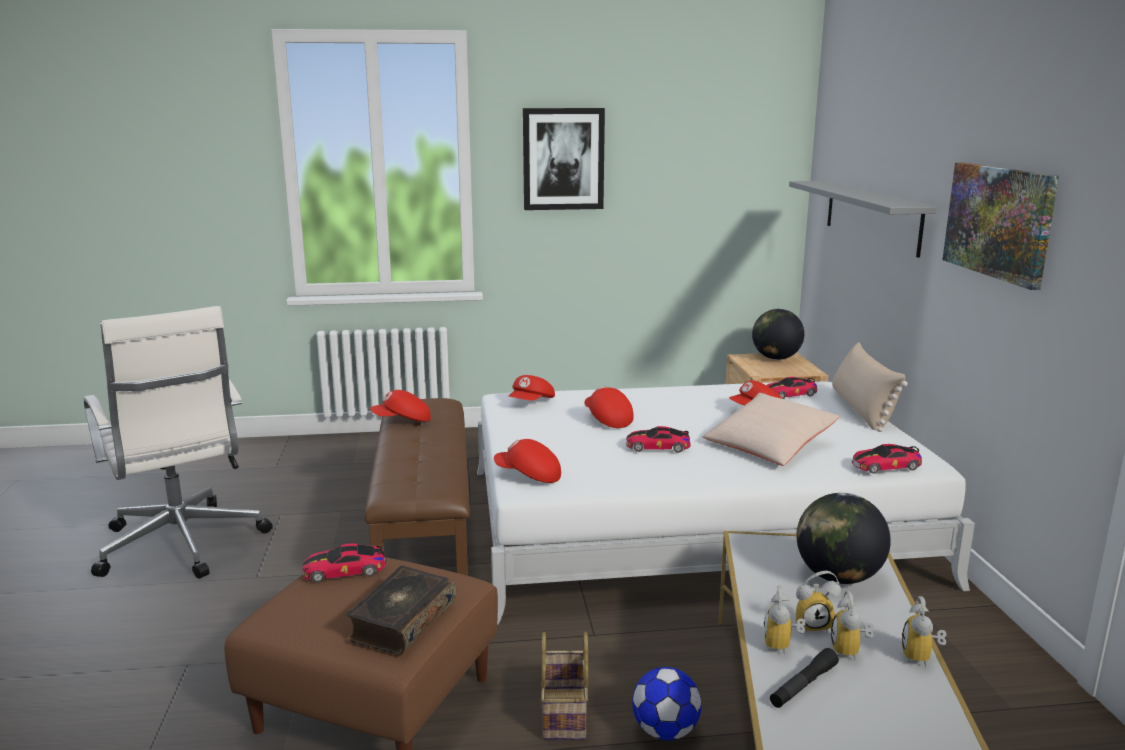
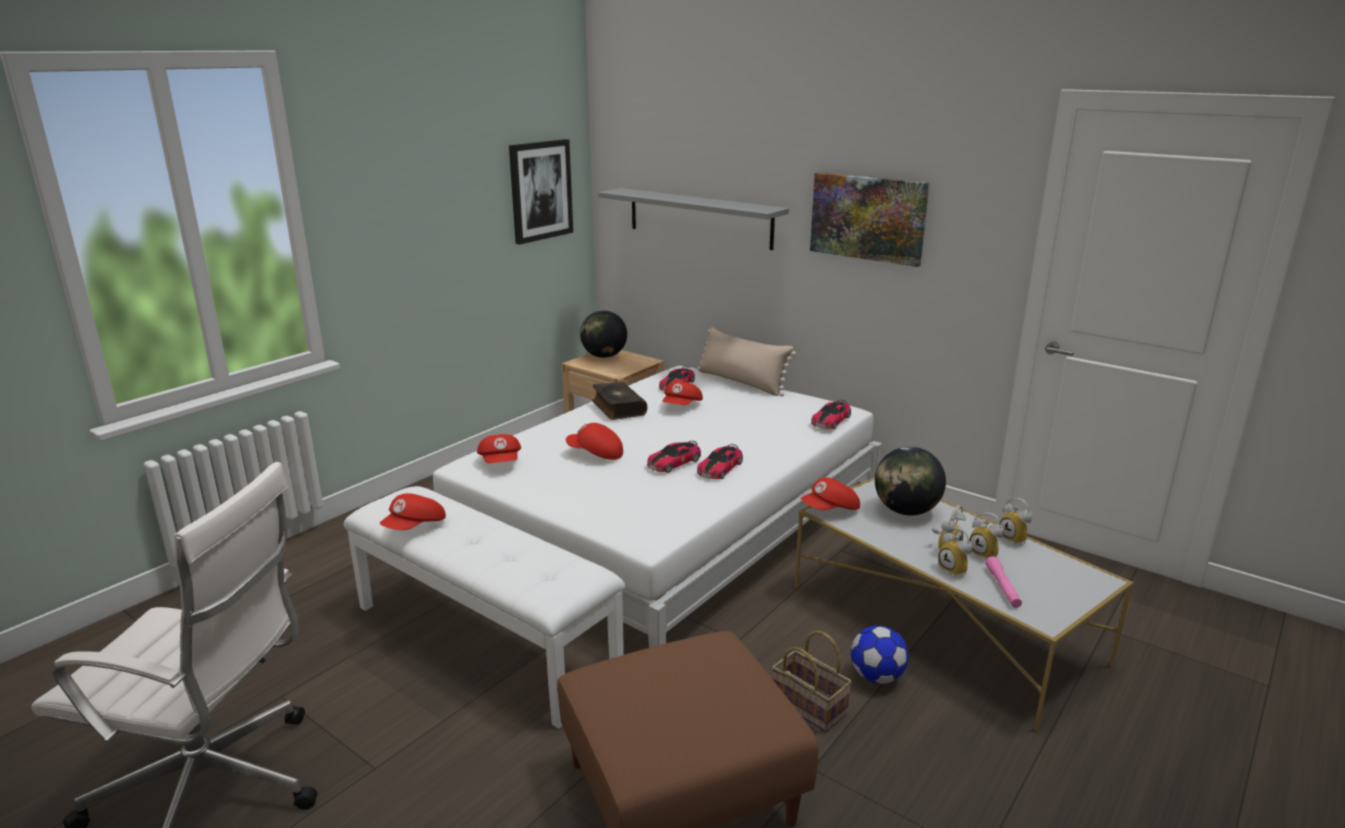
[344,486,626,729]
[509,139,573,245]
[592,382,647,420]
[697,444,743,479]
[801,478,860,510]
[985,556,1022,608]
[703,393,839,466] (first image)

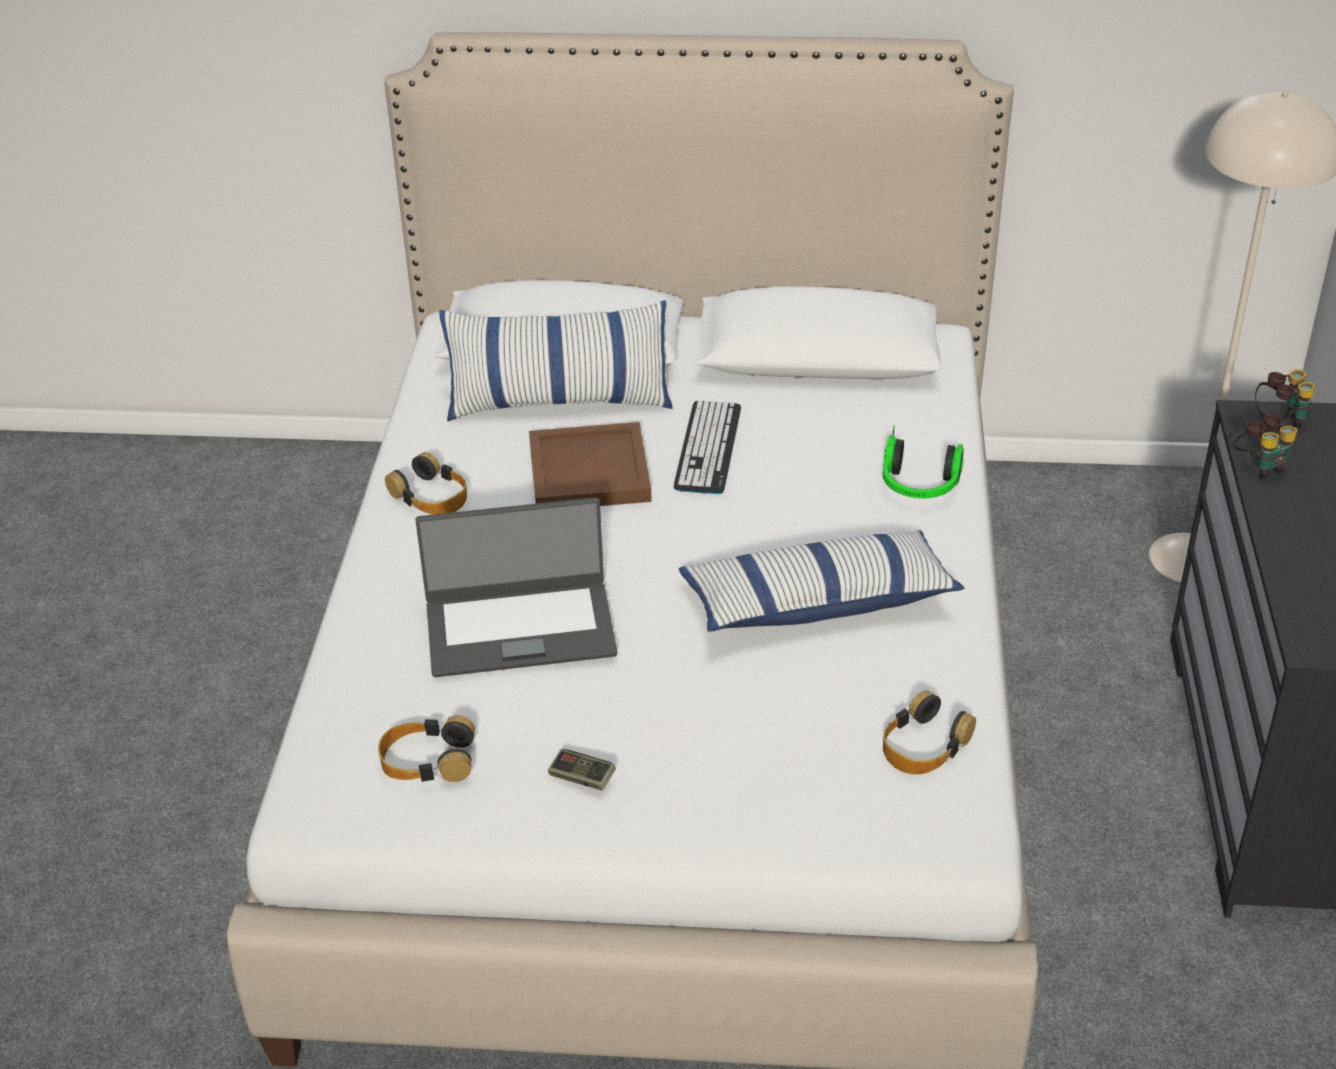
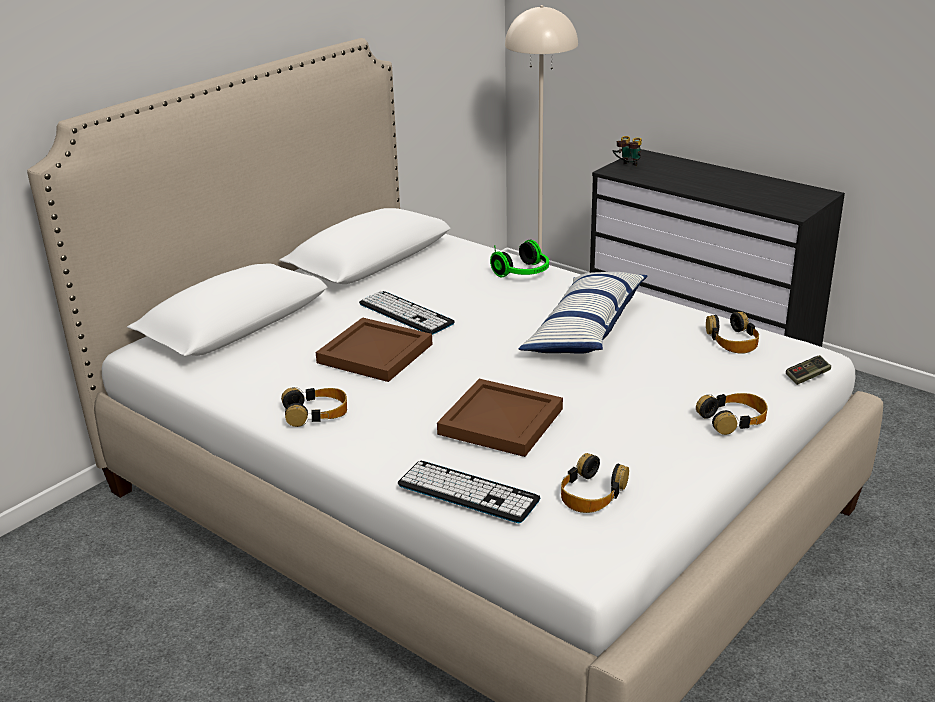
[398,461,540,523]
[437,379,563,457]
[696,393,768,435]
[786,355,831,385]
[439,300,672,421] (first image)
[1233,414,1297,480] (first image)

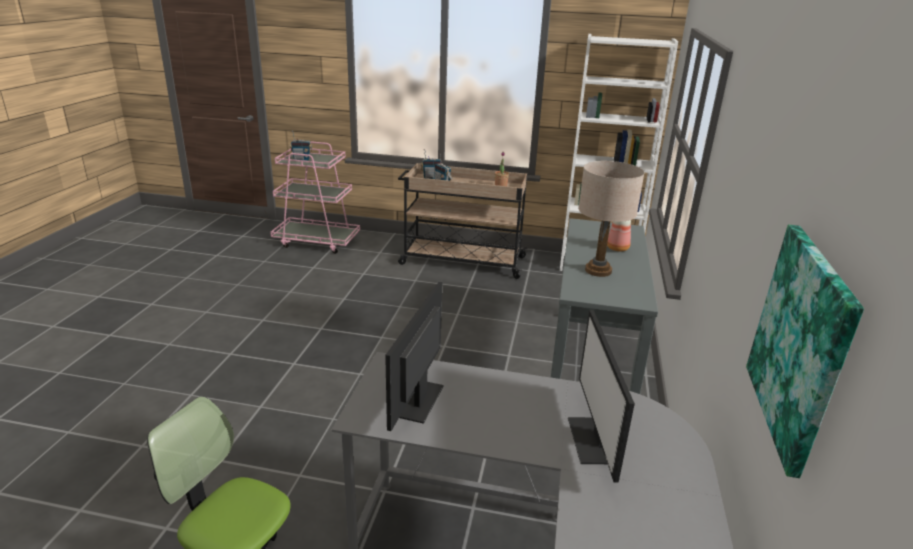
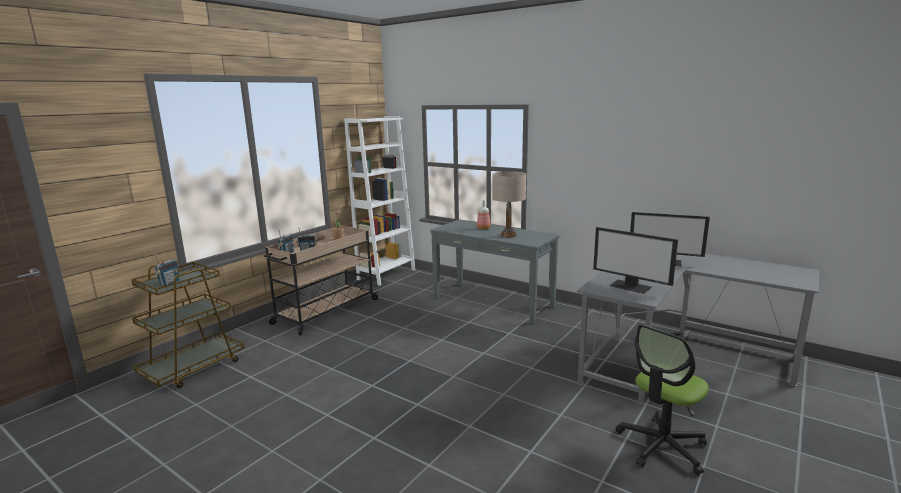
[131,262,244,388]
[746,225,864,478] (first image)

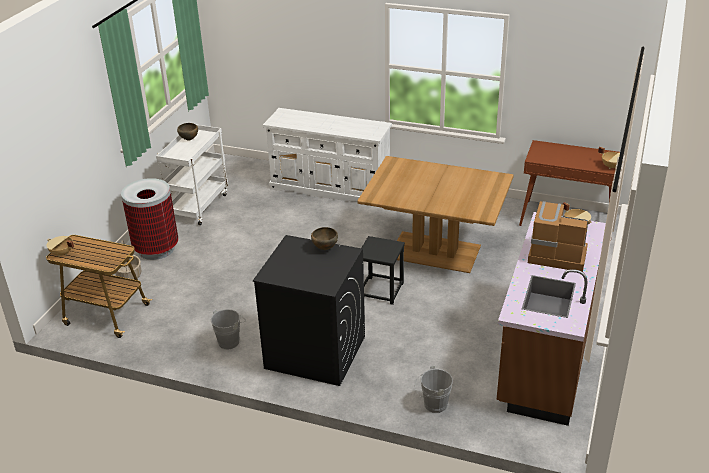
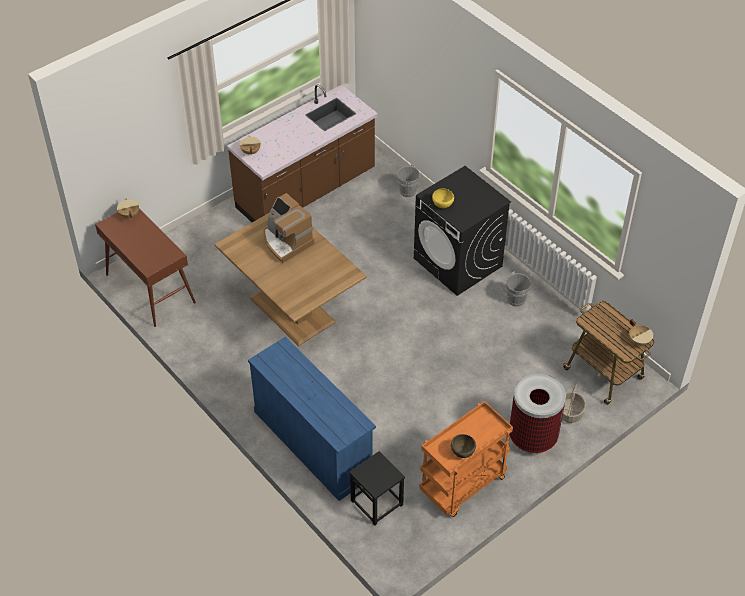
[248,337,376,501]
[263,193,314,263]
[349,451,405,526]
[419,401,513,517]
[432,188,454,208]

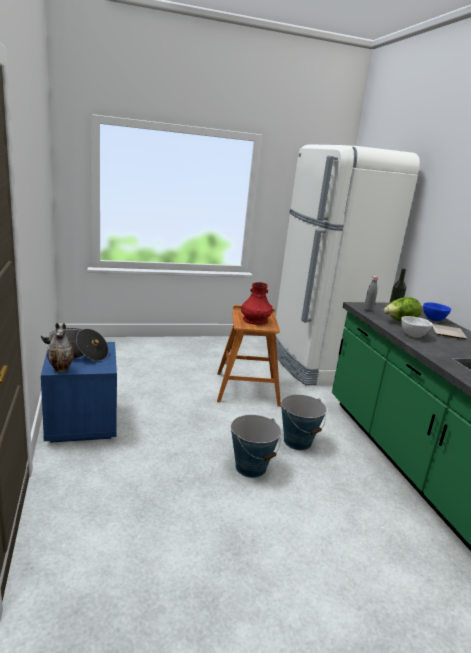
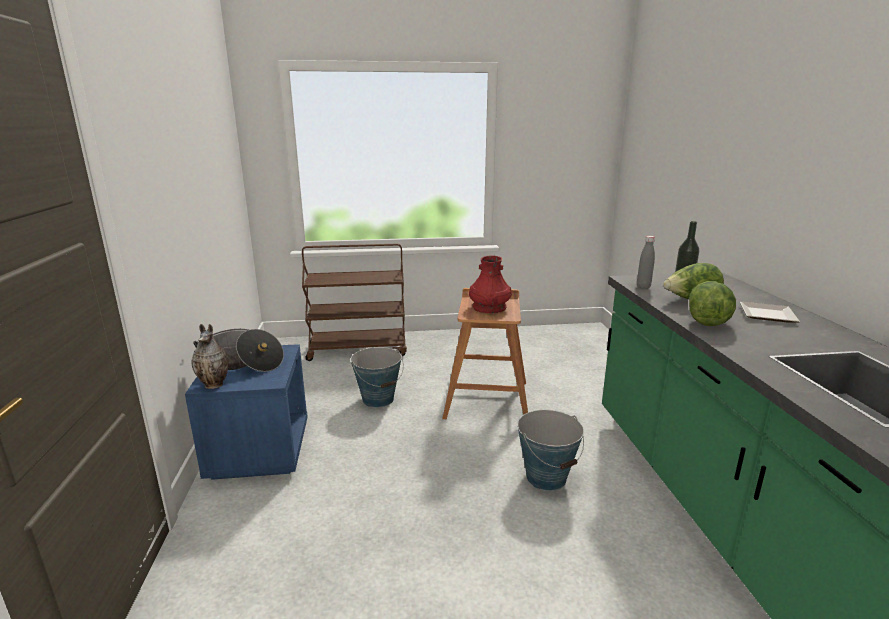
[302,244,407,361]
[350,347,404,408]
[689,281,736,326]
[276,144,420,385] (first image)
[423,302,451,321] (first image)

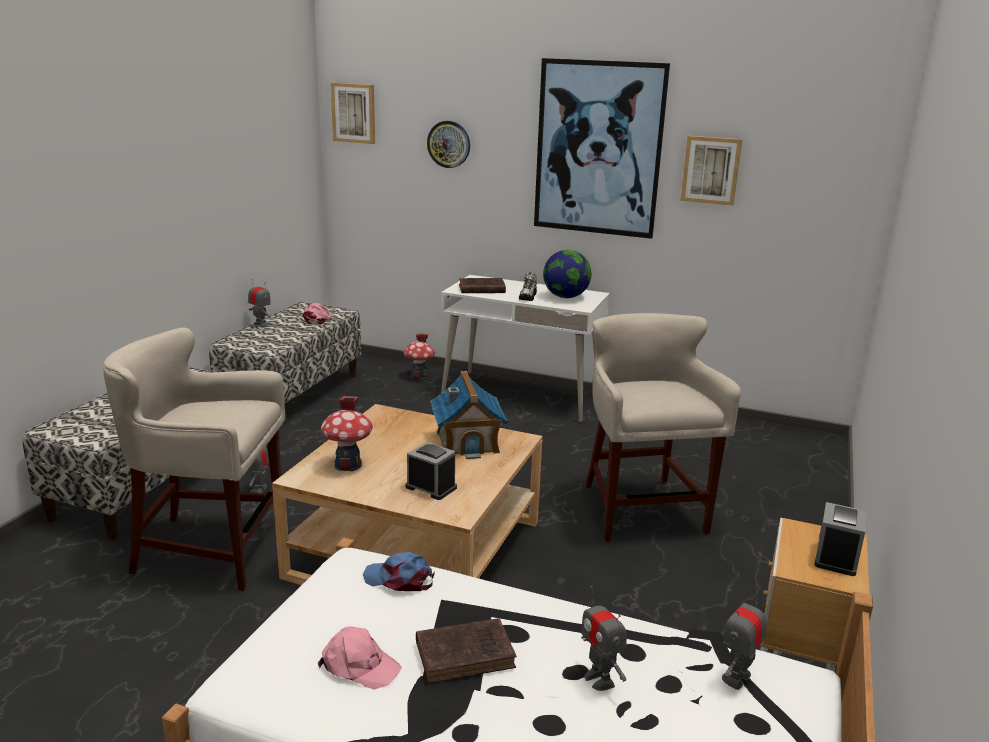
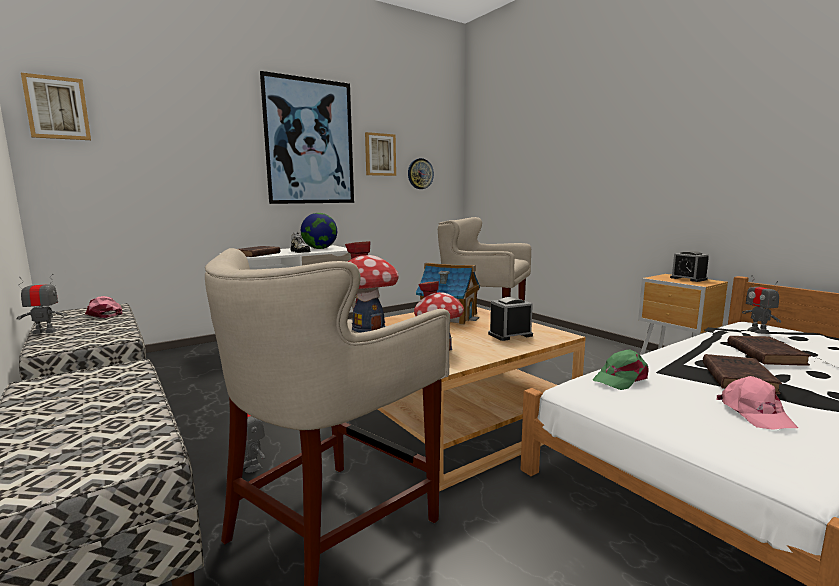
[345,241,399,333]
[408,158,434,189]
[593,349,649,390]
[717,376,798,430]
[727,336,811,366]

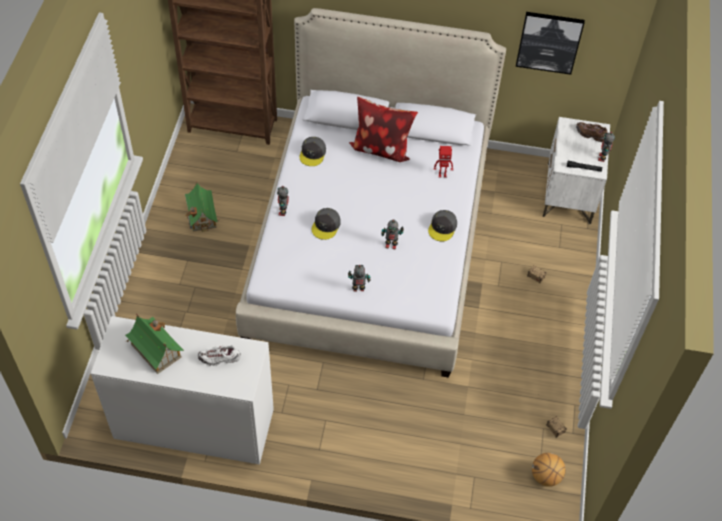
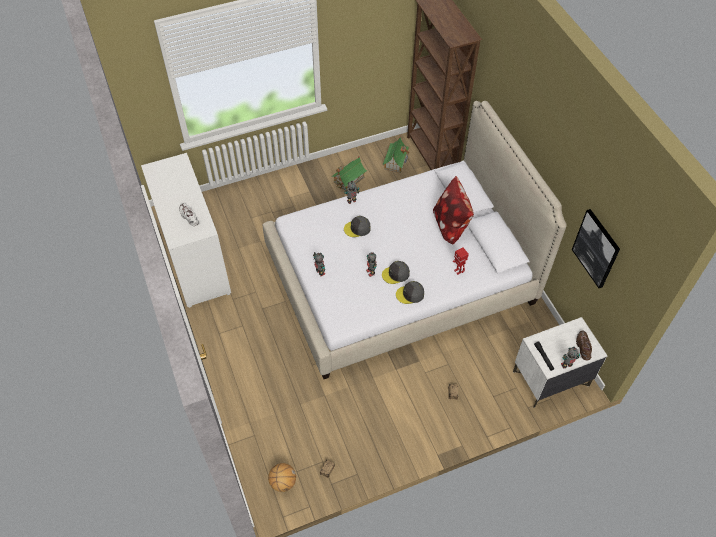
[382,261,410,284]
[383,137,409,173]

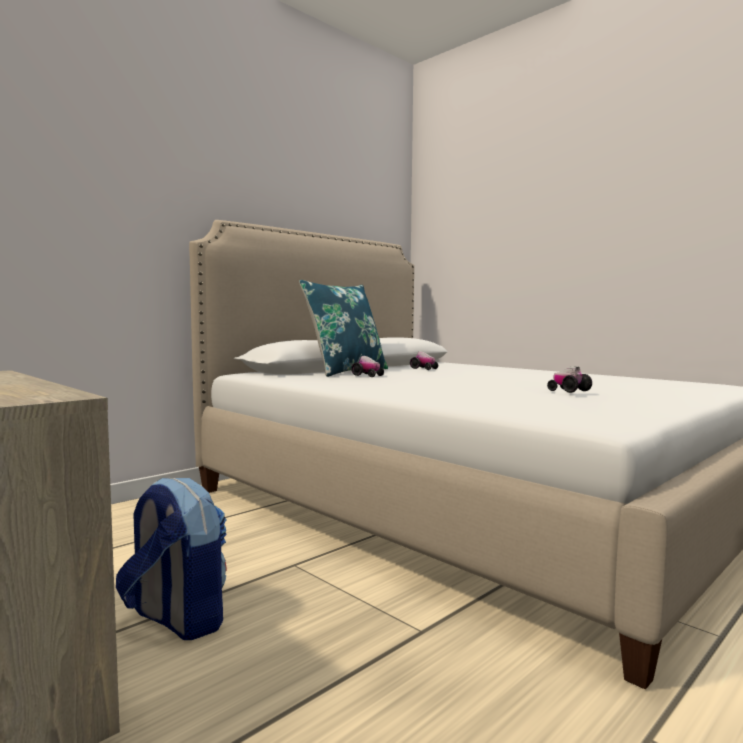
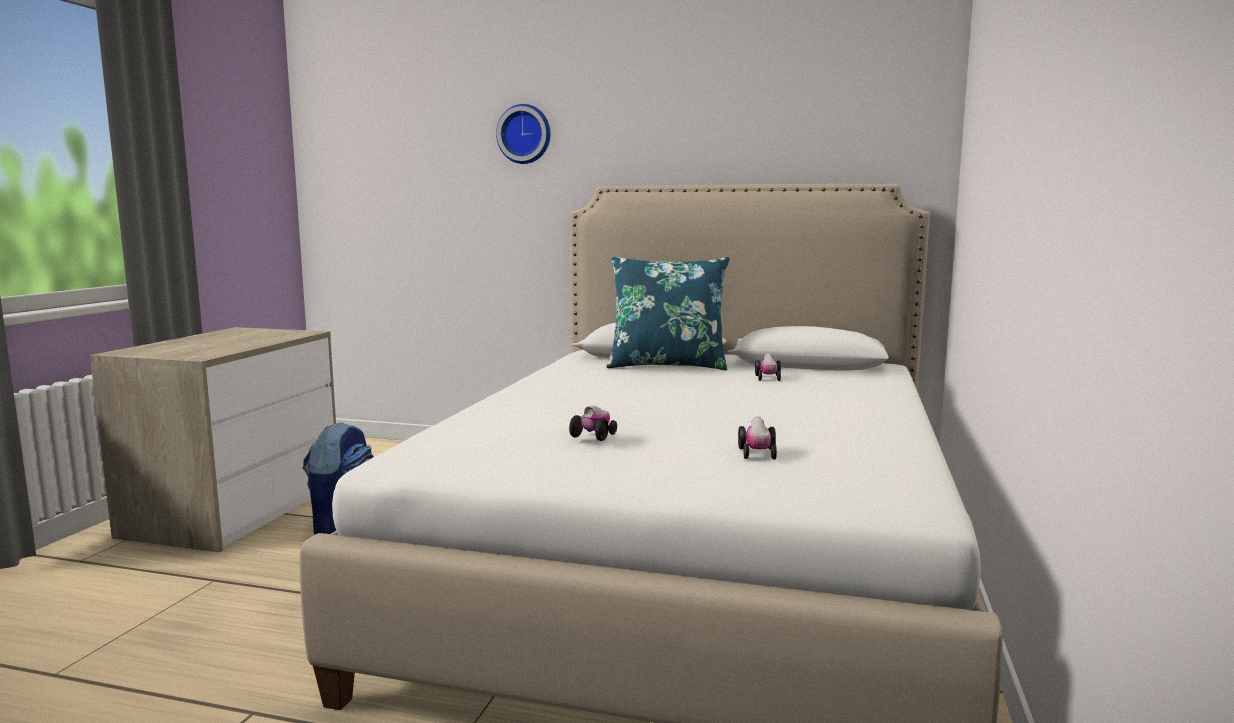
[496,104,551,164]
[738,417,777,459]

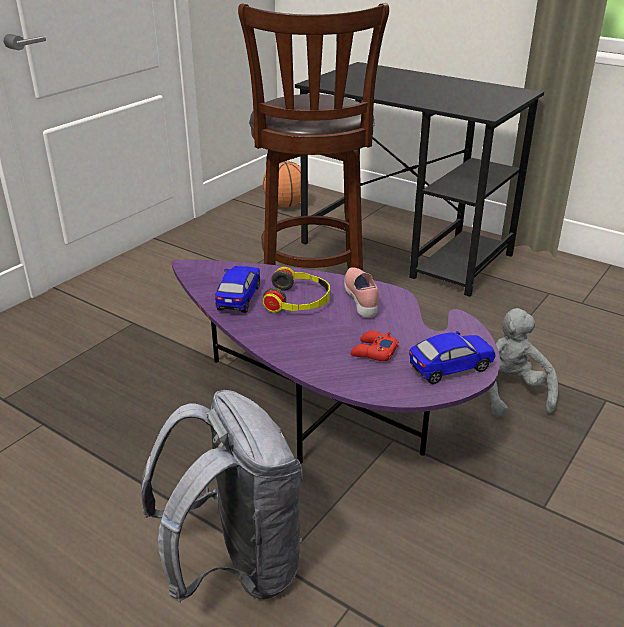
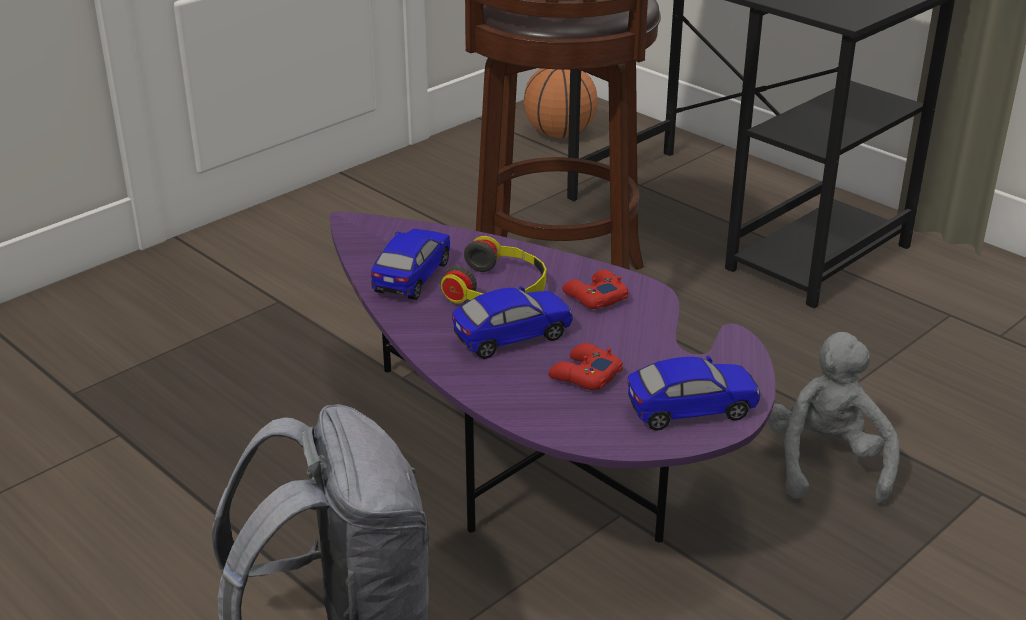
[452,286,573,359]
[562,270,629,309]

